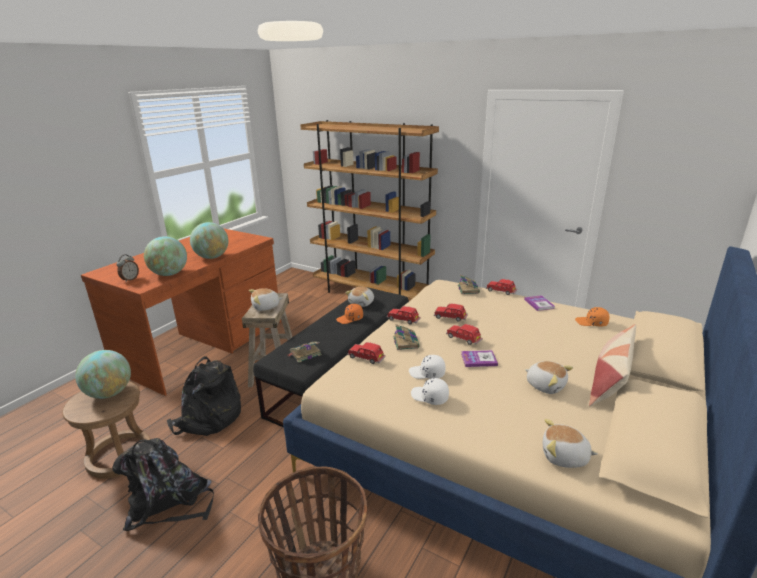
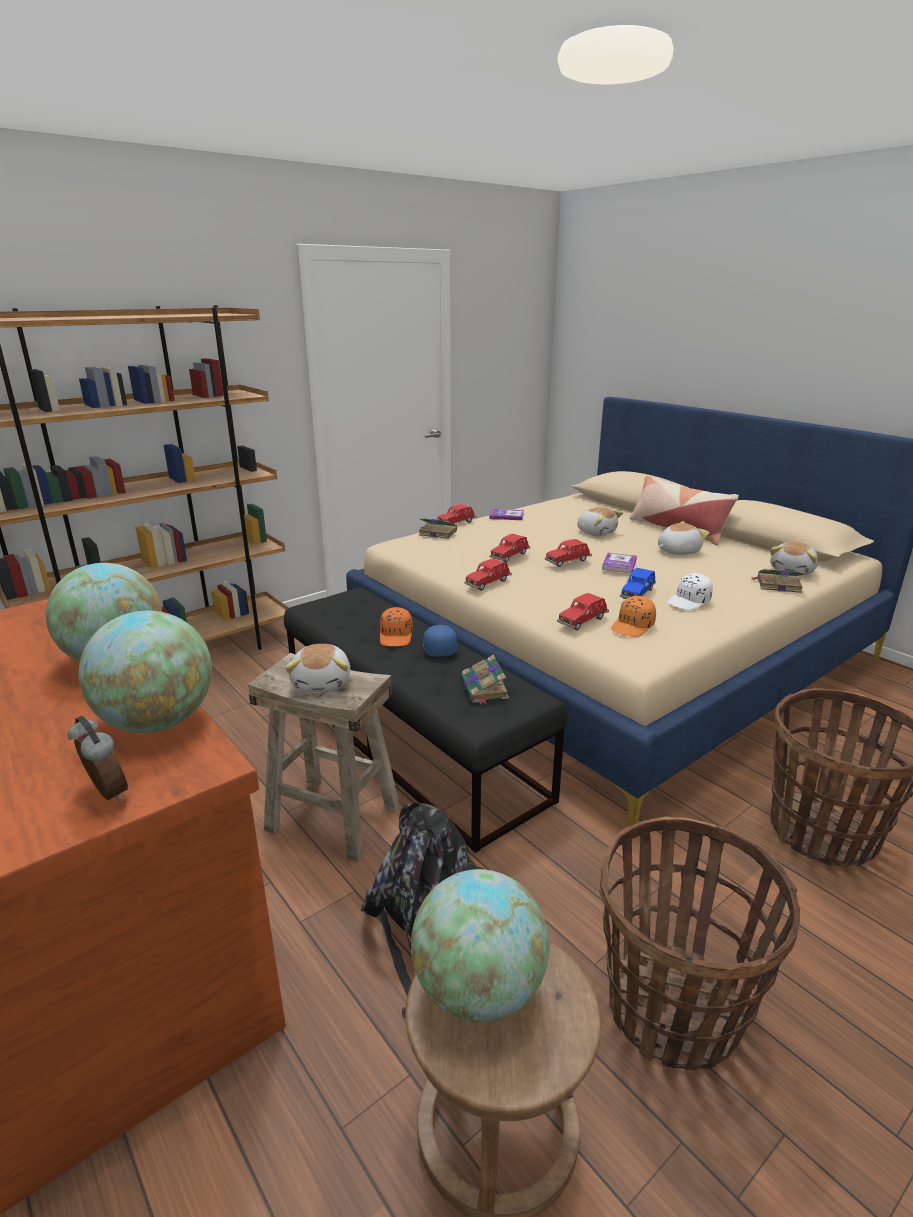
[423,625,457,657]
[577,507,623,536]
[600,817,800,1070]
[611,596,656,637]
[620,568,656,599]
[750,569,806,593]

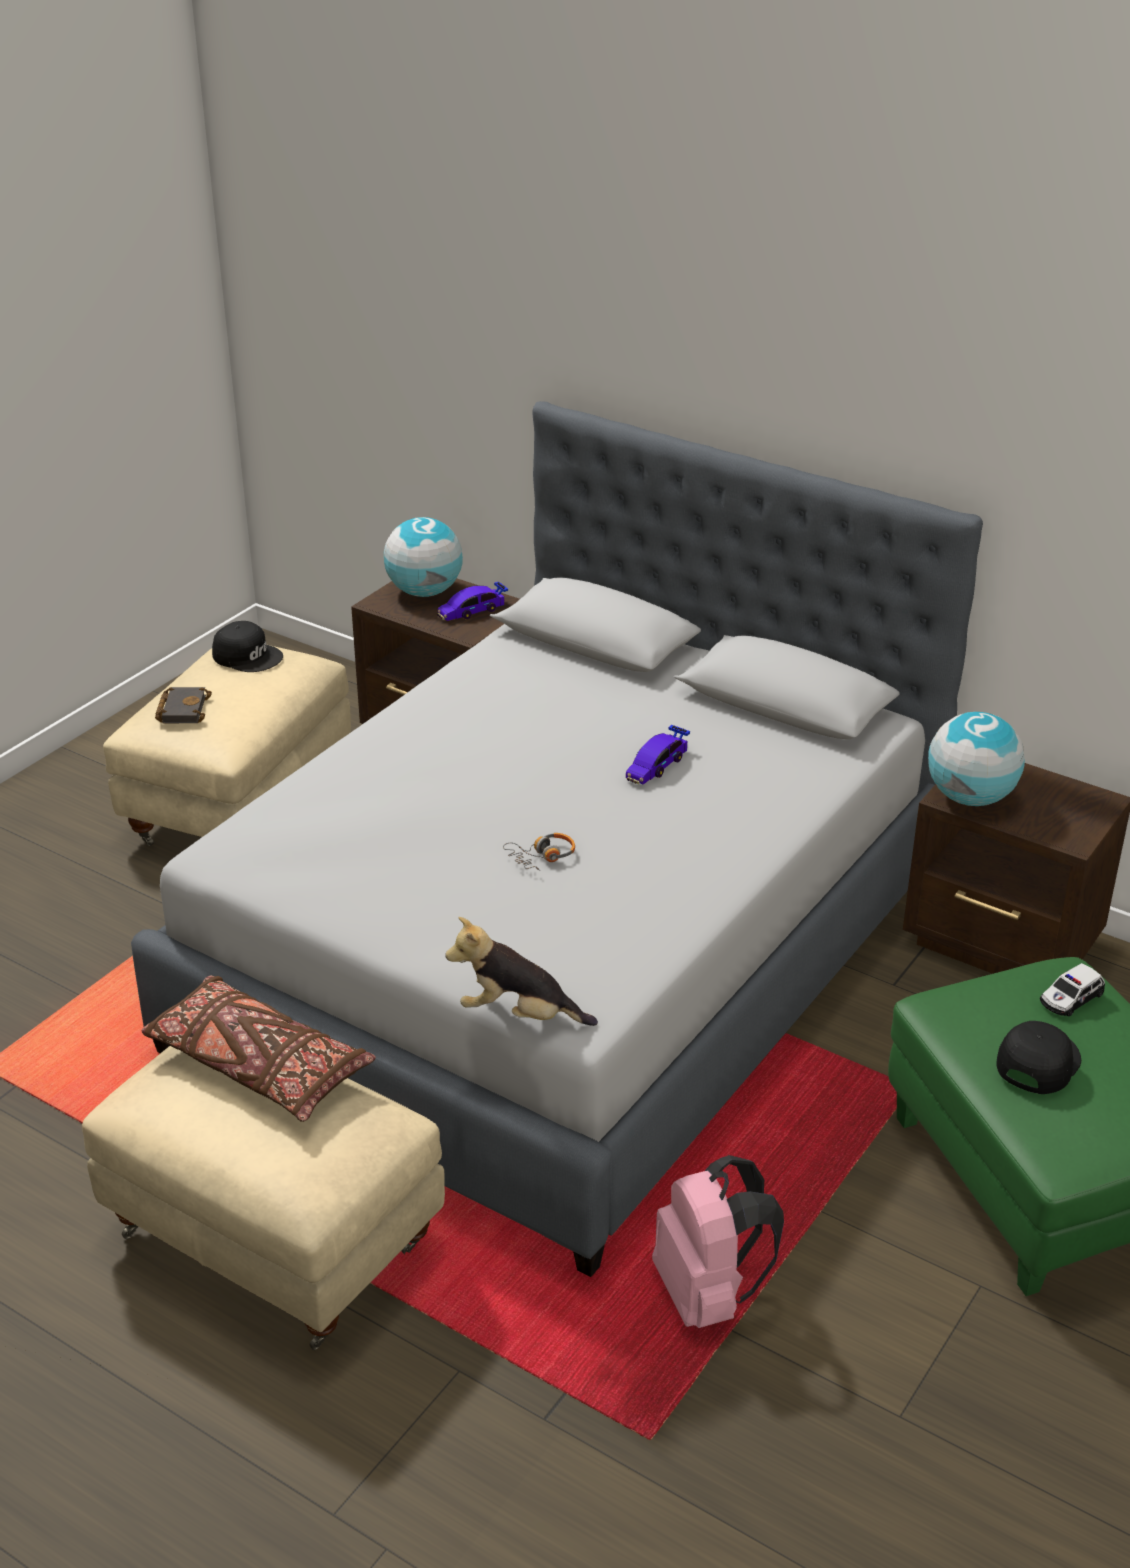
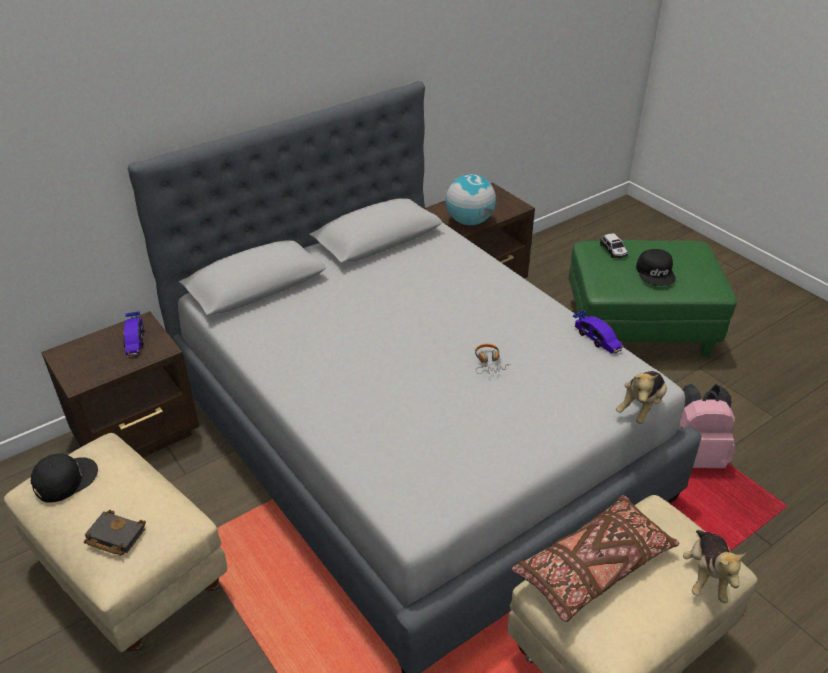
[573,310,623,354]
[636,249,676,286]
[683,530,746,603]
[384,517,463,597] (first image)

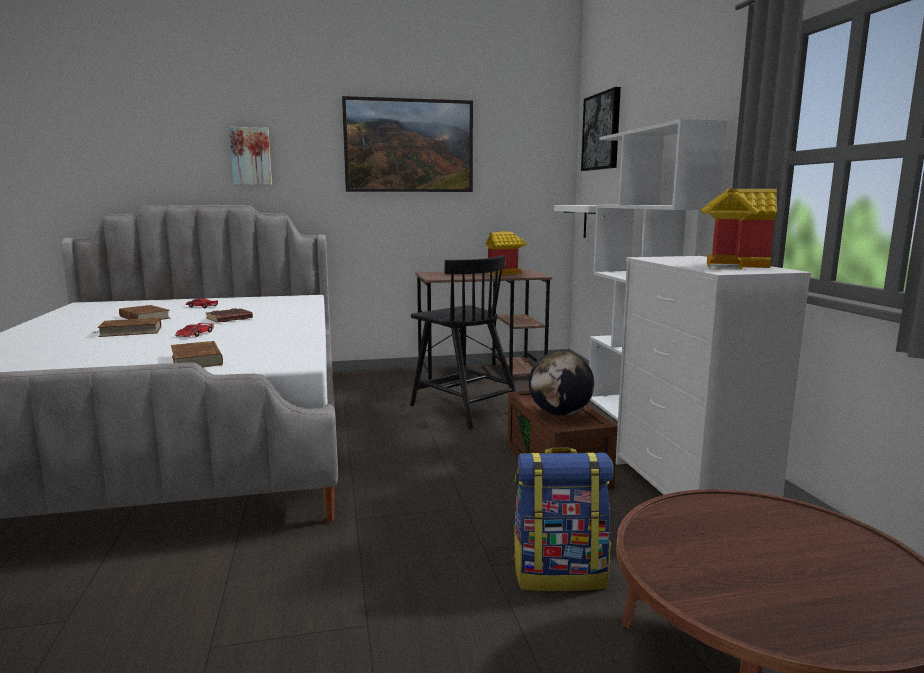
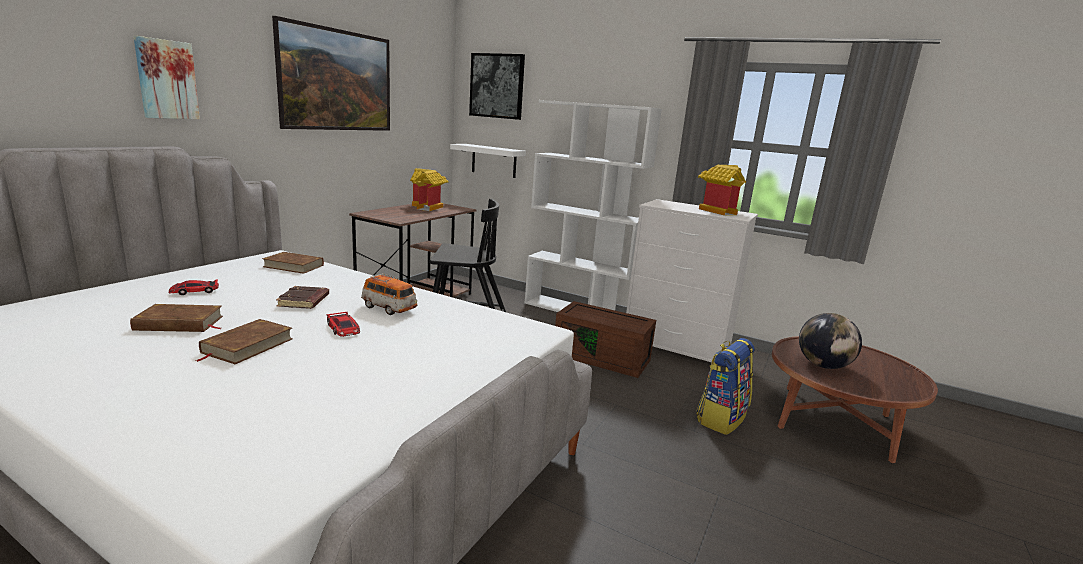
[262,252,324,274]
[361,273,418,315]
[799,313,862,369]

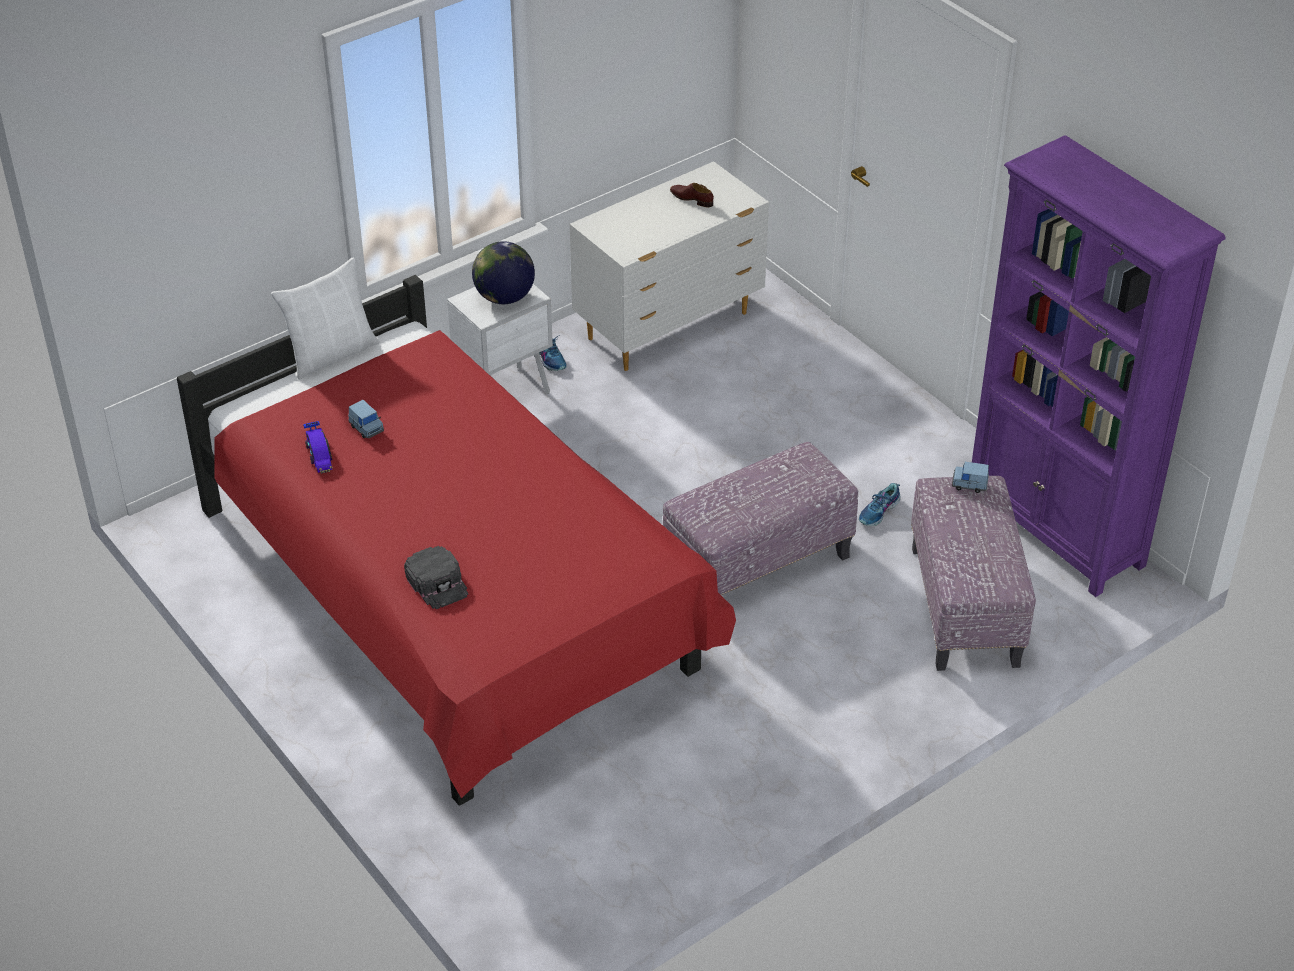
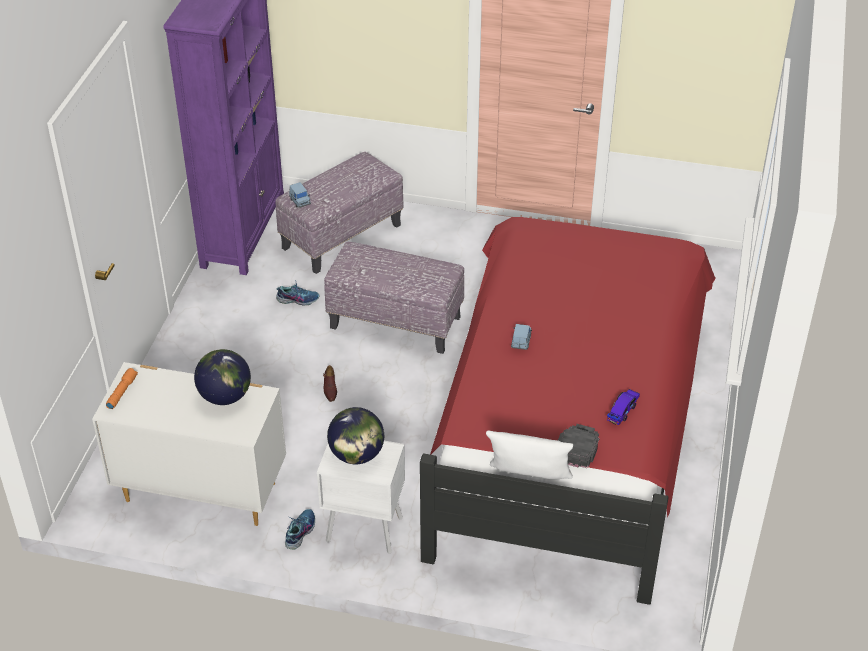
[106,368,138,409]
[194,349,251,405]
[323,365,337,402]
[511,324,532,350]
[558,424,600,468]

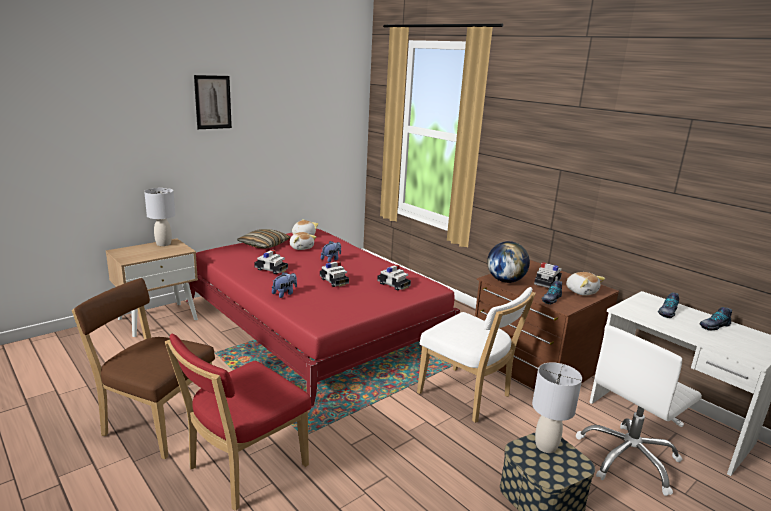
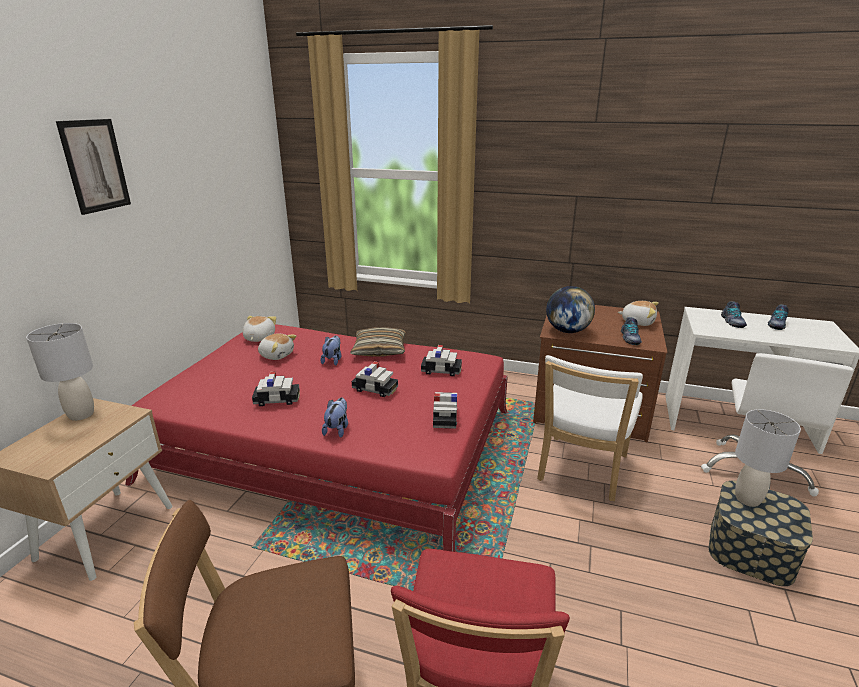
[350,327,406,357]
[433,392,458,429]
[537,355,643,501]

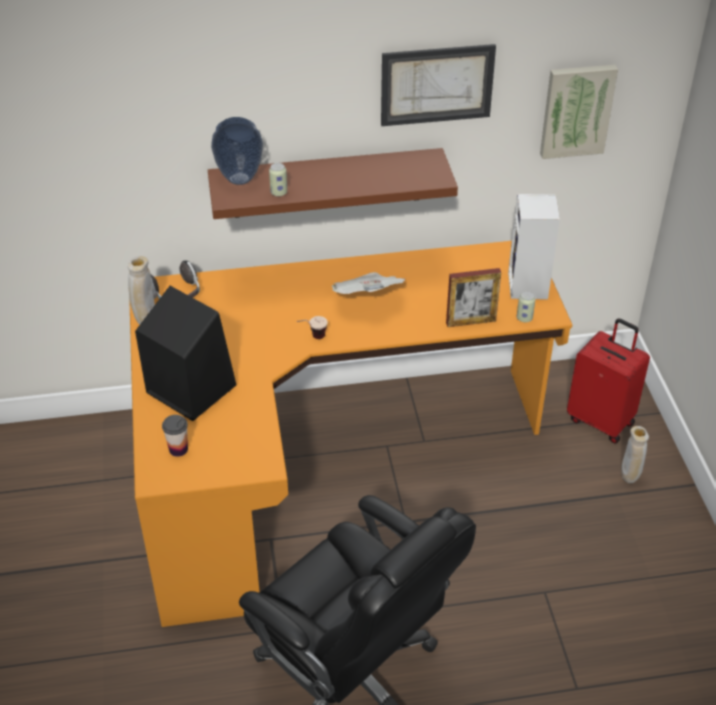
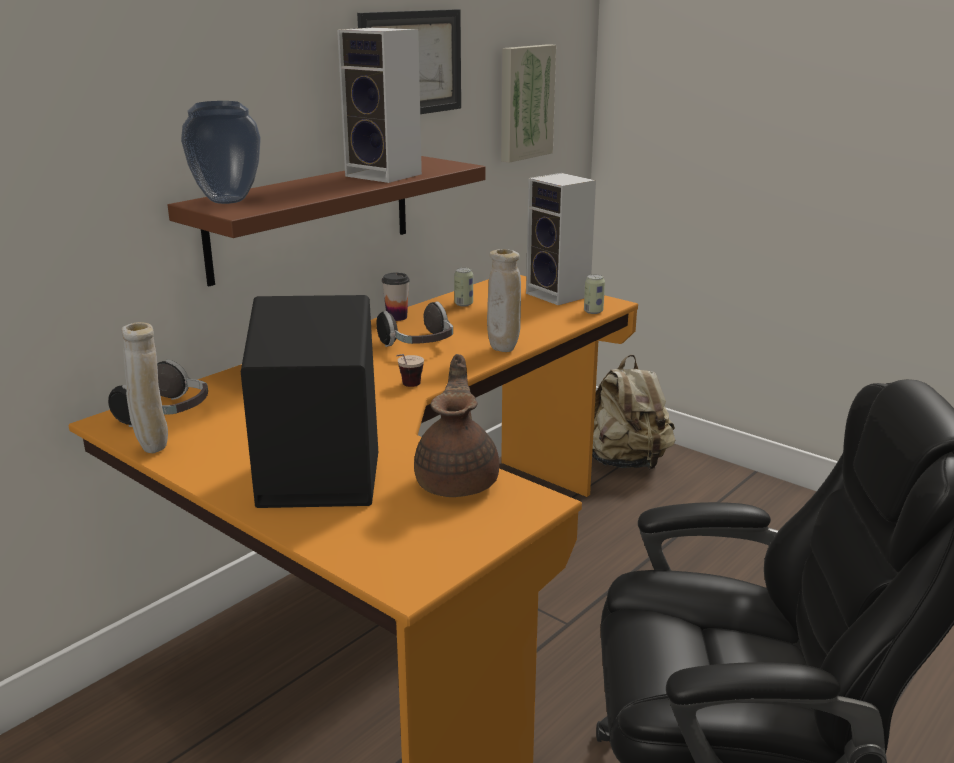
[337,27,422,183]
[376,301,453,347]
[382,272,410,321]
[414,354,499,497]
[454,268,473,307]
[487,249,521,352]
[592,354,675,470]
[446,268,501,327] (first image)

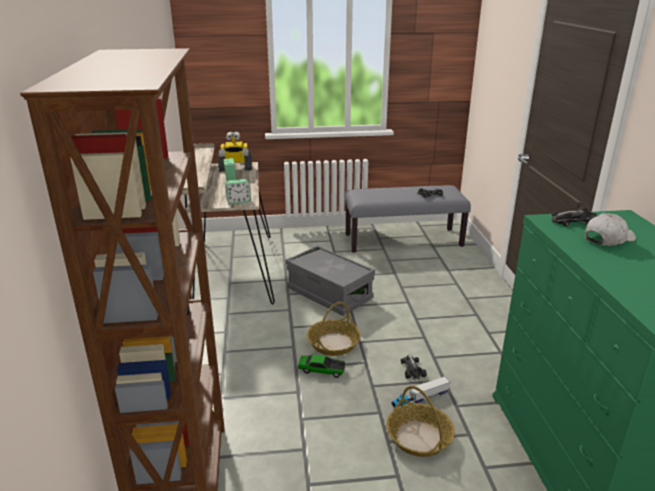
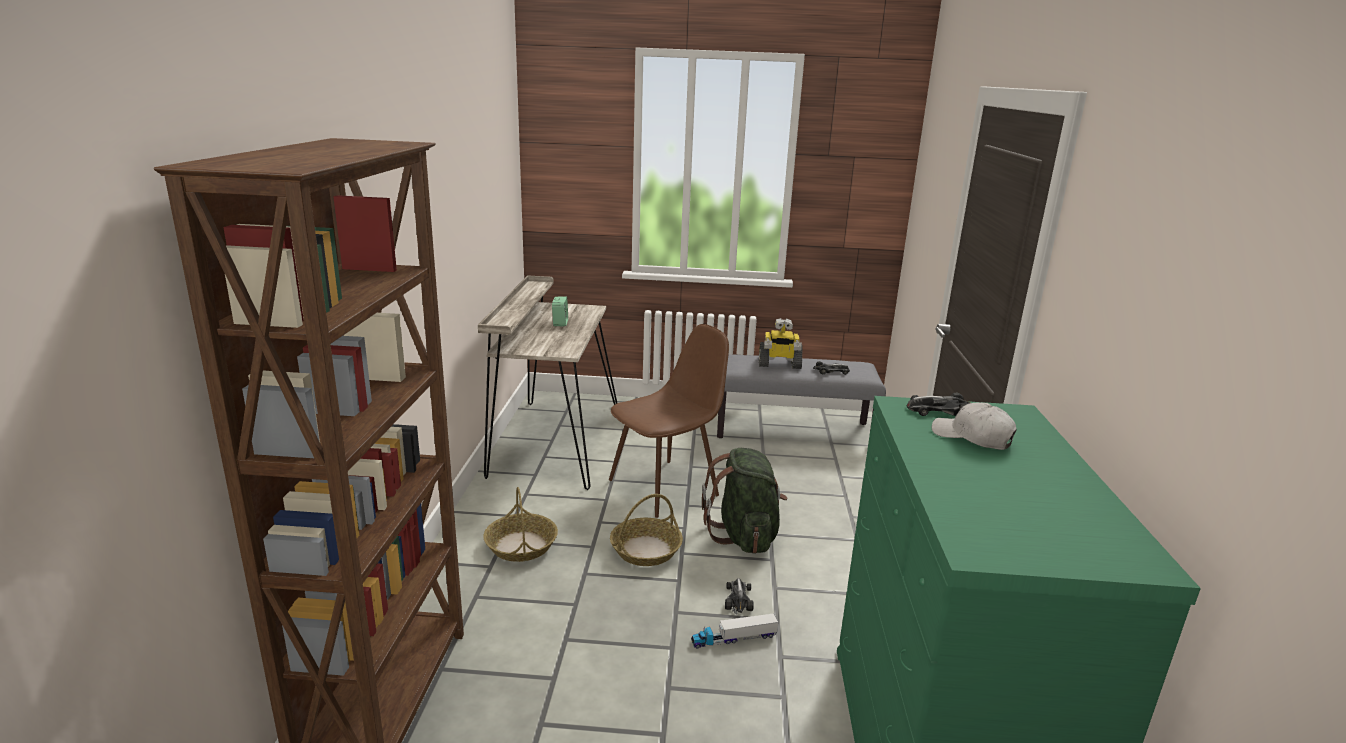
[483,487,558,562]
[609,324,729,518]
[702,448,787,554]
[759,318,802,369]
[932,403,1017,450]
[225,179,251,204] (first image)
[298,355,345,378] (first image)

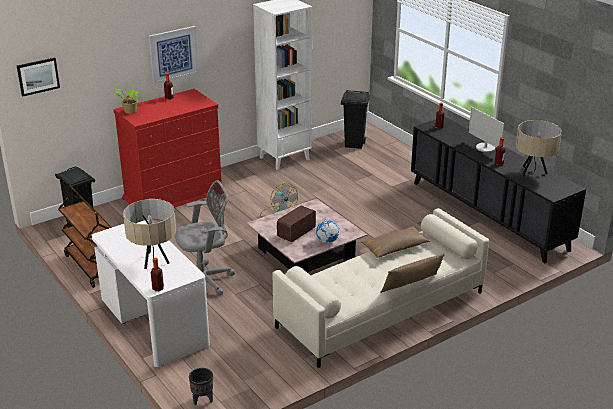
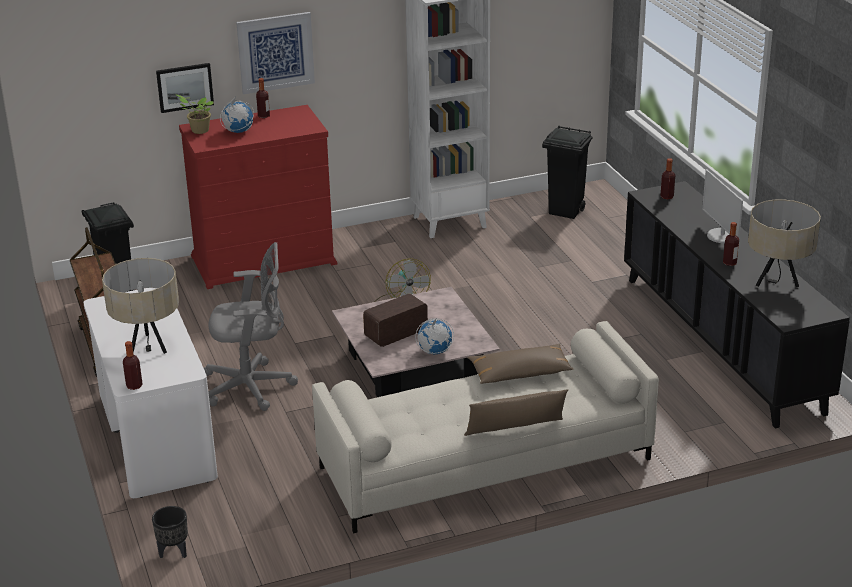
[156,63,214,113]
[220,97,254,133]

